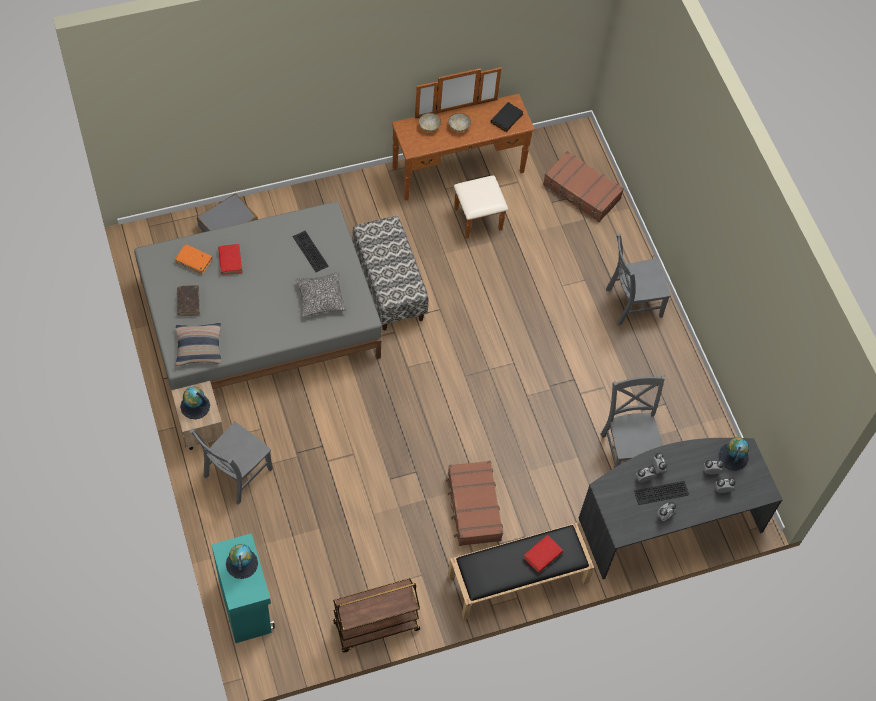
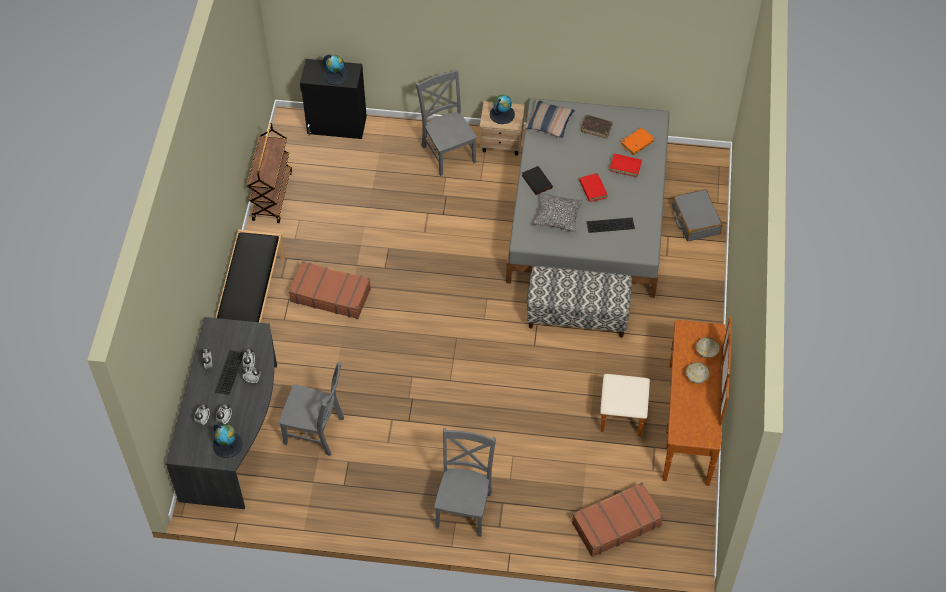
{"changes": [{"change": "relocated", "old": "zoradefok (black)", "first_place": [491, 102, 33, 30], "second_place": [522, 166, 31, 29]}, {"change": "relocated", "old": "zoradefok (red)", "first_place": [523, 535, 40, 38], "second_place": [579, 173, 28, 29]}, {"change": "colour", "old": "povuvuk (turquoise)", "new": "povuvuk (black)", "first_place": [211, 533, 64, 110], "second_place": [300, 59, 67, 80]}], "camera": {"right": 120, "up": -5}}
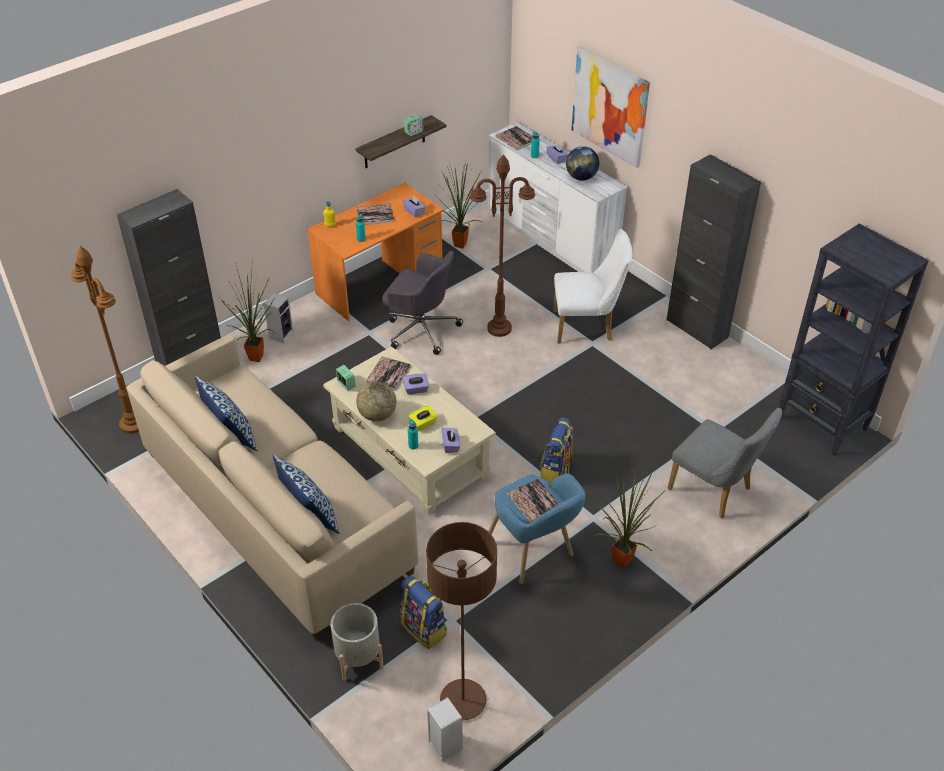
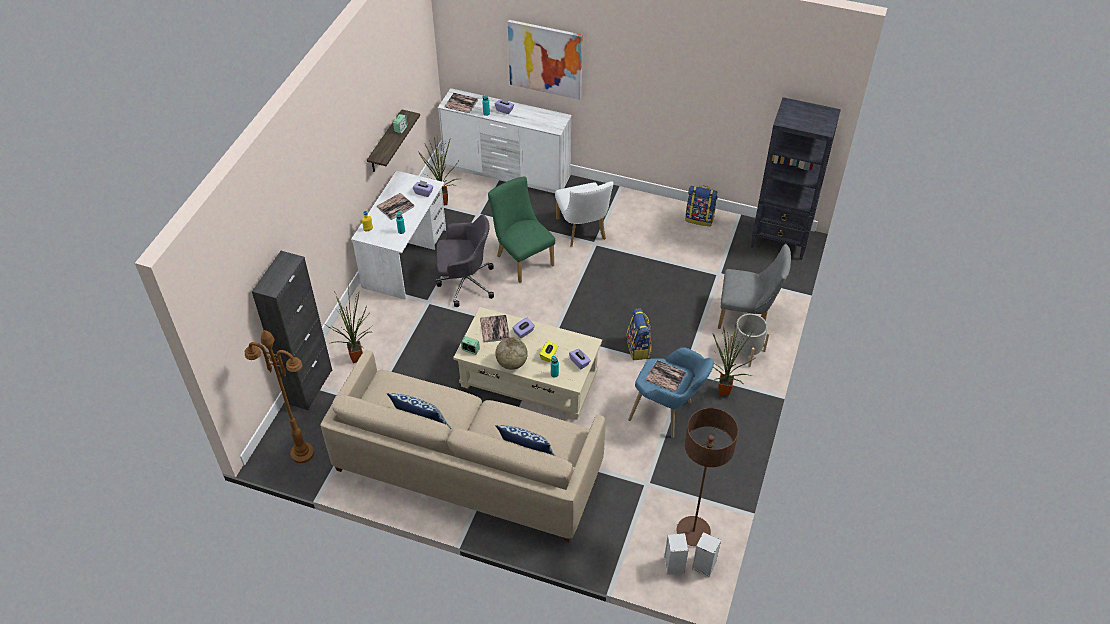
{"changes": [{"change": "missing", "old": "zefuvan", "first_place": [566, 146, 33, 35]}, {"change": "missing", "old": "povuvuk (black)", "first_place": [666, 154, 95, 195]}, {"change": "relocated", "old": "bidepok", "first_place": [264, 293, 30, 50], "second_place": [664, 533, 24, 42]}, {"change": "relocated", "old": "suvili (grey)", "first_place": [330, 603, 54, 78], "second_place": [729, 314, 40, 53]}, {"change": "relocated", "old": "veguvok", "first_place": [400, 576, 47, 73], "second_place": [685, 185, 33, 41]}, {"change": "exchanged", "old": "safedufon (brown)", "new": "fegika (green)", "first_place": [470, 154, 65, 183], "second_place": [488, 177, 67, 106]}, {"change": "colour", "old": "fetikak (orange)", "new": "fetikak (white)", "first_place": [307, 183, 137, 139], "second_place": [351, 171, 95, 129]}, {"change": "spun", "old": "fegika (white)", "first_place": [553, 229, 80, 114], "second_place": [555, 181, 58, 66], "degrees": 105}], "camera": {"right": -30, "up": 5}}
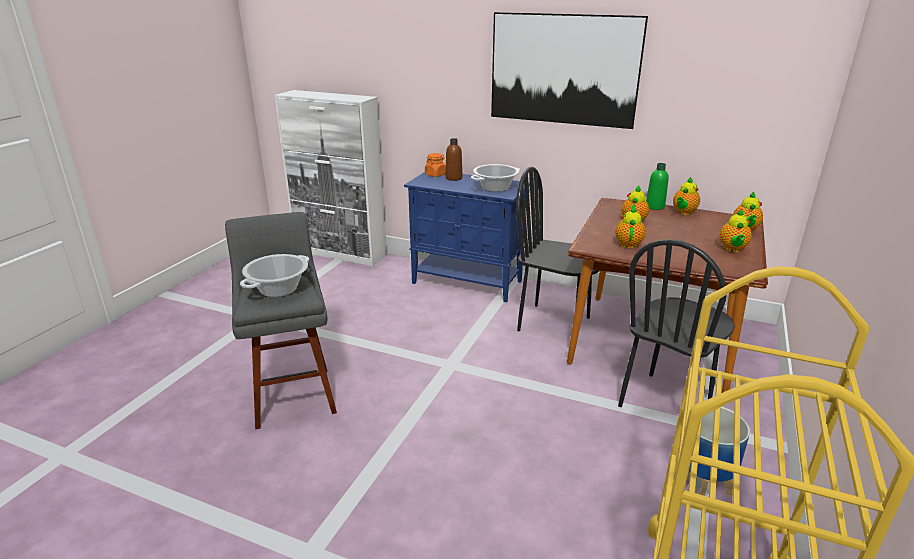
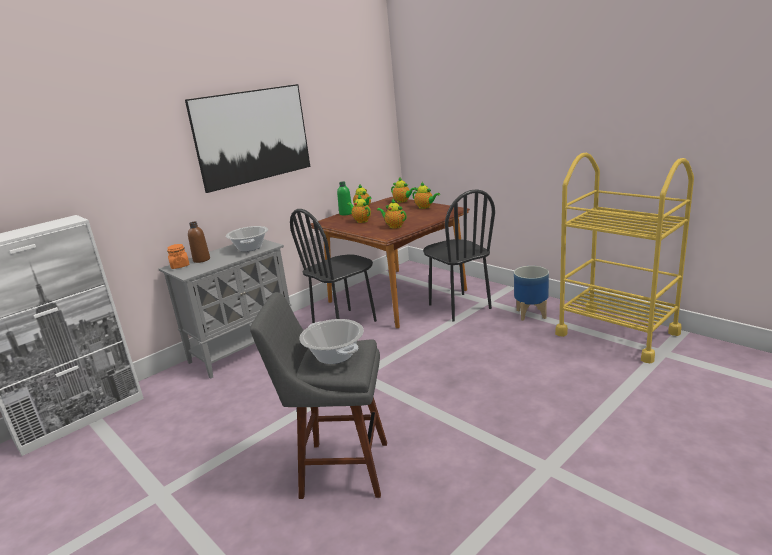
{"changes": [{"change": "colour", "old": "povuvuk (blue)", "new": "povuvuk (grey)", "first_place": [404, 172, 126, 130], "second_place": [159, 239, 132, 140]}], "camera": {"right": -65, "up": -5}}
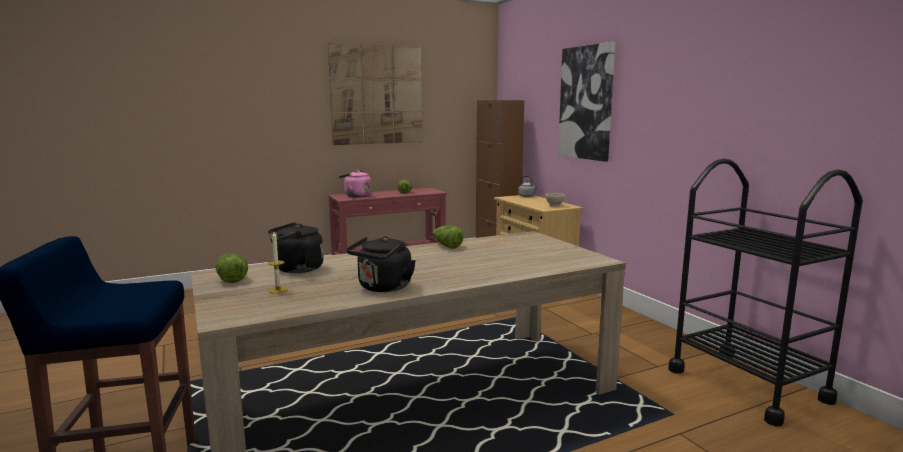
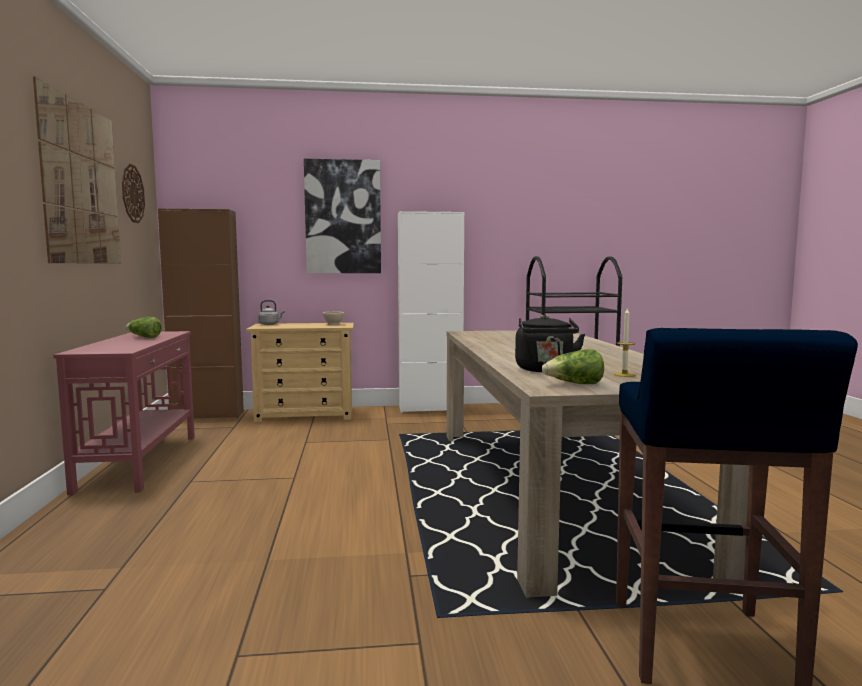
{"changes": [{"change": "missing", "old": "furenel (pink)", "first_place": [339, 170, 32, 27]}, {"change": "missing", "old": "furenel (black)", "first_place": [346, 236, 70, 56]}, {"change": "missing", "old": "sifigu", "first_place": [434, 225, 29, 24]}, {"change": "appeared", "new": "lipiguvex", "second_place": [122, 164, 23, 59]}, {"change": "appeared", "new": "povuvuk (white)", "second_place": [398, 211, 66, 202]}], "camera": {"right": -70, "up": -5}}
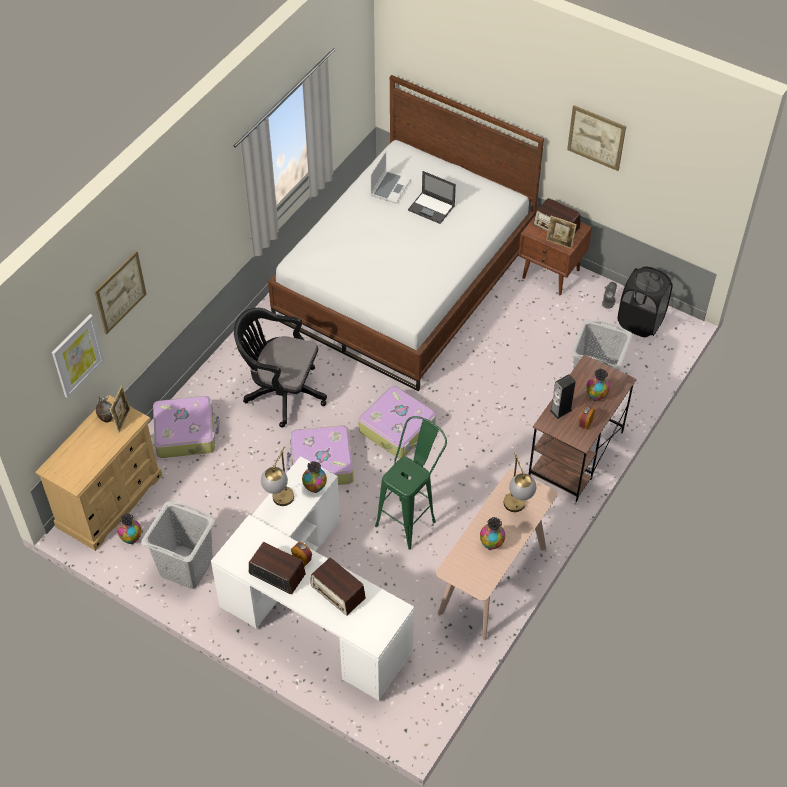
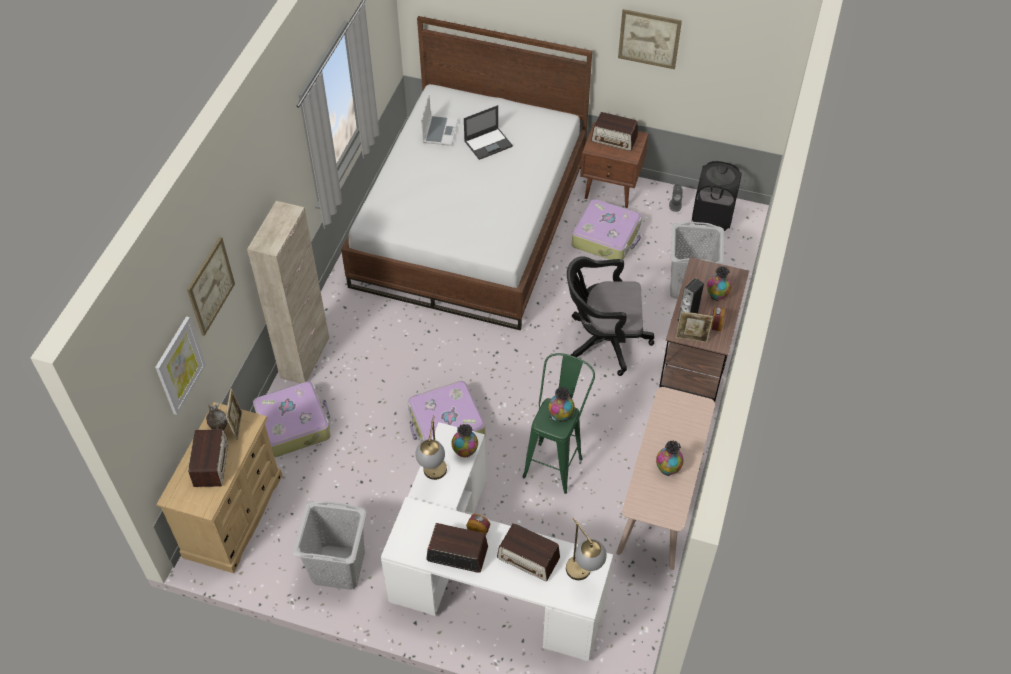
{"changes": [{"change": "appeared", "new": "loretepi", "second_place": [188, 429, 41, 58]}, {"change": "appeared", "new": "povuvuk (beige)", "second_place": [247, 201, 82, 182]}, {"change": "relocated", "old": "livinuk", "first_place": [118, 514, 24, 30], "second_place": [548, 387, 27, 35]}, {"change": "relocated", "old": "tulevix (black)", "first_place": [234, 308, 93, 119], "second_place": [567, 256, 87, 120]}, {"change": "relocated", "old": "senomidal", "first_place": [358, 386, 78, 72], "second_place": [572, 199, 70, 61]}, {"change": "relocated", "old": "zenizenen", "first_place": [504, 452, 32, 60], "second_place": [566, 518, 41, 62]}, {"change": "relocated", "old": "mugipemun", "first_place": [546, 216, 31, 33], "second_place": [676, 311, 37, 32]}, {"change": "spun", "old": "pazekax", "first_place": [408, 171, 48, 53], "second_place": [464, 105, 49, 55], "degrees": -45}], "camera": {"right": -15, "up": 0}}
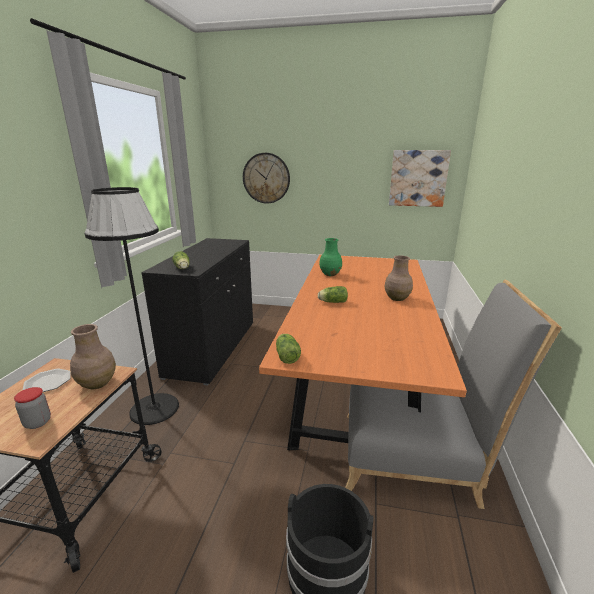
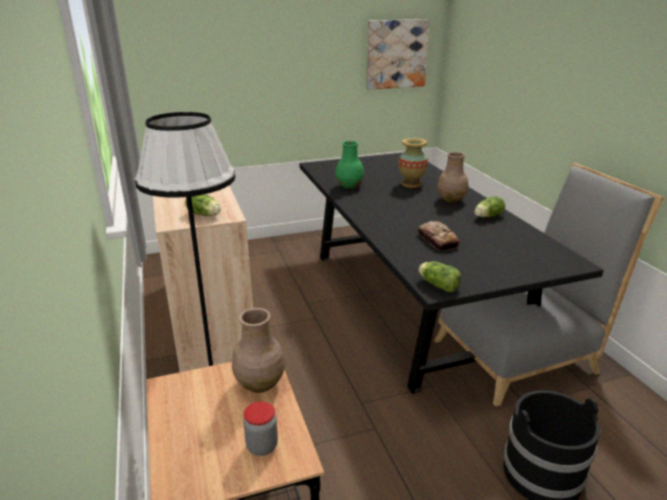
{"changes": [{"change": "missing", "old": "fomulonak", "first_place": [23, 368, 48, 24]}, {"change": "missing", "old": "lipiguvex", "first_place": [243, 153, 47, 51]}, {"change": "appeared", "new": "livinuk", "second_place": [398, 138, 30, 50]}, {"change": "appeared", "new": "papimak", "second_place": [418, 221, 42, 30]}, {"change": "relocated", "old": "sifigu", "first_place": [318, 286, 30, 17], "second_place": [474, 196, 31, 22]}, {"change": "colour", "old": "povuvuk (black)", "new": "povuvuk (beige)", "first_place": [141, 238, 112, 147], "second_place": [153, 185, 100, 187]}, {"change": "colour", "old": "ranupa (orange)", "new": "ranupa (black)", "first_place": [259, 255, 208, 195], "second_place": [300, 153, 304, 241]}], "camera": {"right": -30, "up": 5}}
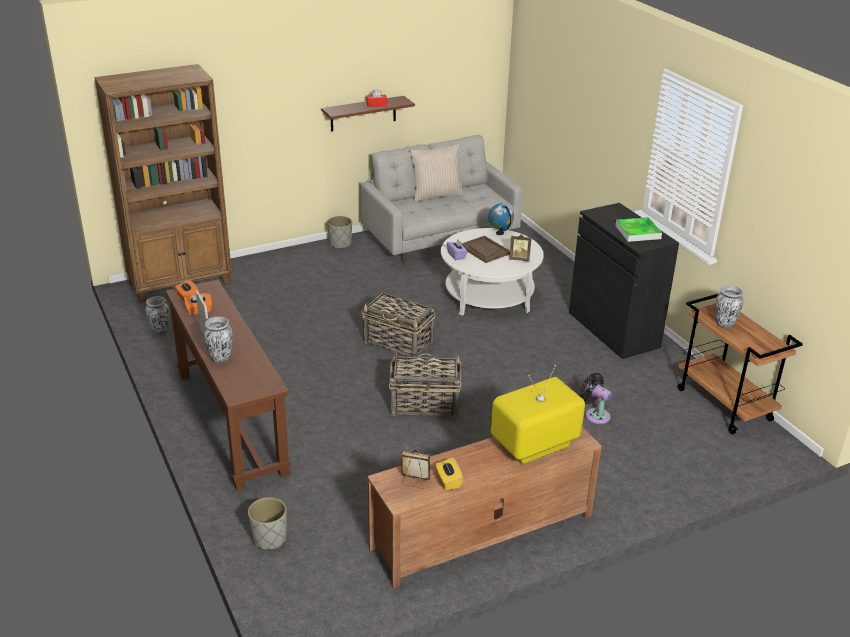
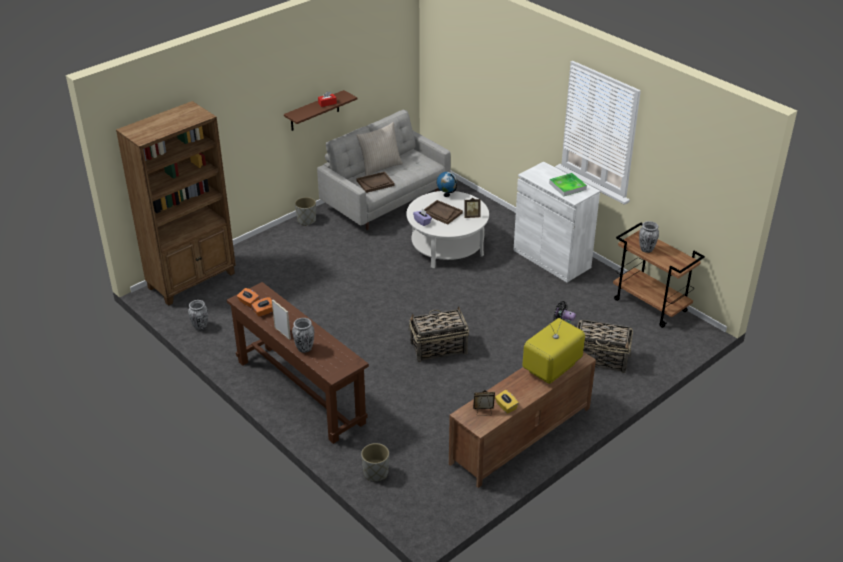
{"changes": [{"change": "appeared", "new": "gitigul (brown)", "second_place": [356, 172, 39, 21]}, {"change": "relocated", "old": "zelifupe", "first_place": [361, 293, 74, 64], "second_place": [577, 320, 56, 53]}, {"change": "colour", "old": "povuvuk (black)", "new": "povuvuk (white)", "first_place": [569, 203, 110, 156], "second_place": [513, 161, 87, 121]}], "camera": {"right": -15, "up": 5}}
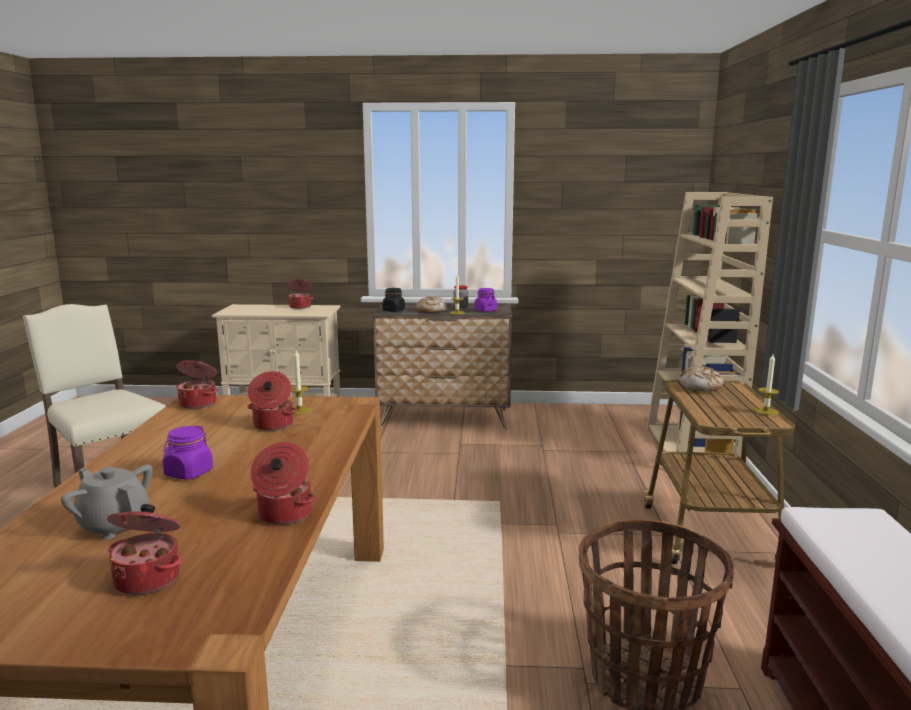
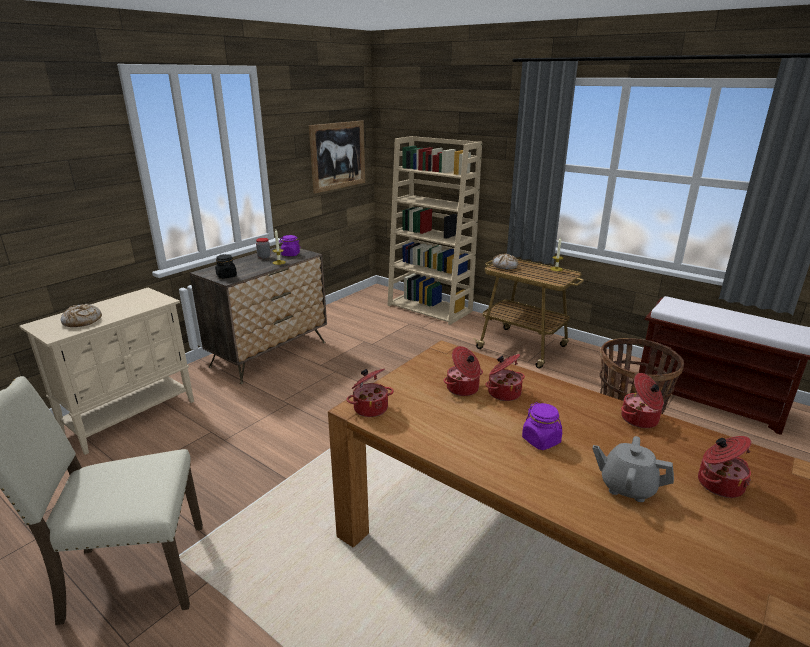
{"changes": [{"change": "missing", "old": "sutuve", "first_place": [291, 350, 21, 65]}, {"change": "appeared", "new": "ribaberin", "second_place": [309, 121, 56, 73]}, {"change": "relocated", "old": "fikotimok", "first_place": [286, 279, 28, 30], "second_place": [485, 354, 40, 47]}, {"change": "relocated", "old": "papimak", "first_place": [416, 296, 32, 17], "second_place": [61, 304, 41, 23]}, {"change": "spun", "old": "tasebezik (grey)", "first_place": [61, 465, 92, 75], "second_place": [592, 436, 82, 66], "degrees": 45}], "camera": {"right": -55, "up": 10}}
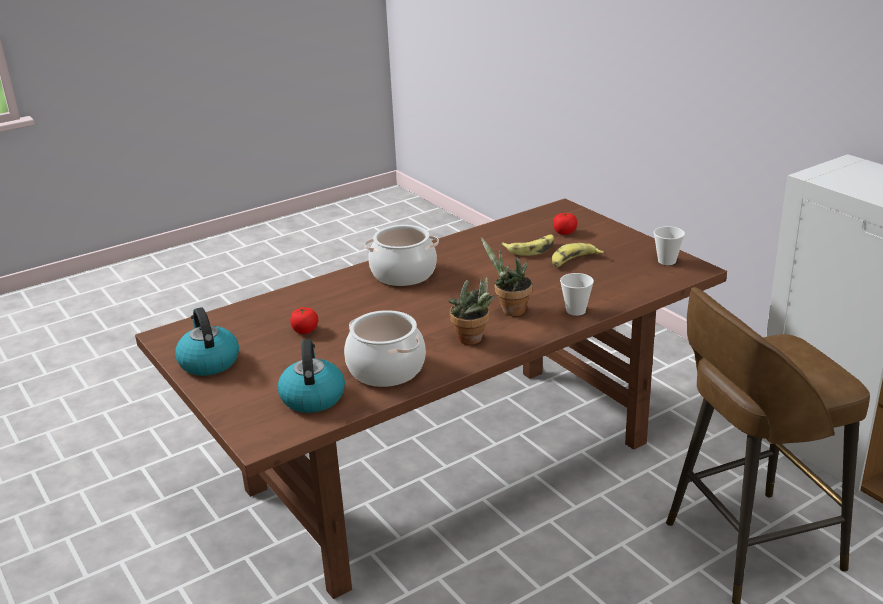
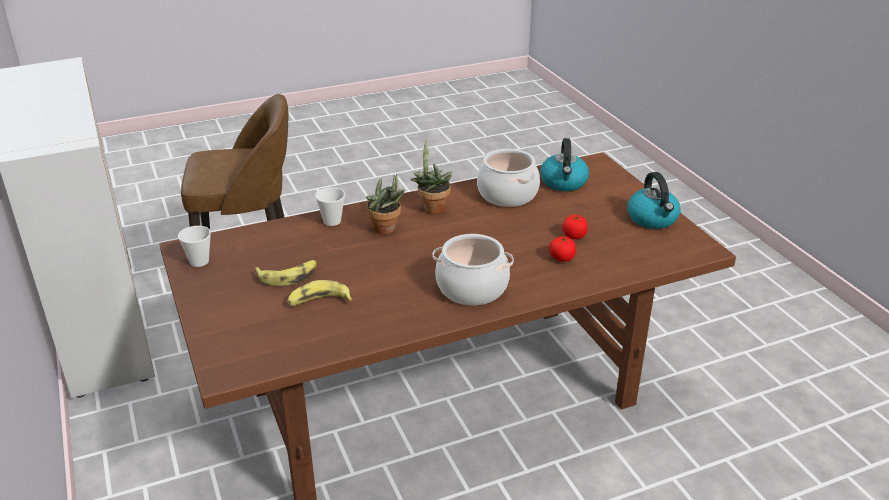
{"changes": [{"change": "relocated", "old": "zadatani", "first_place": [553, 213, 25, 22], "second_place": [549, 236, 27, 26]}], "camera": {"right": -170, "up": 5}}
